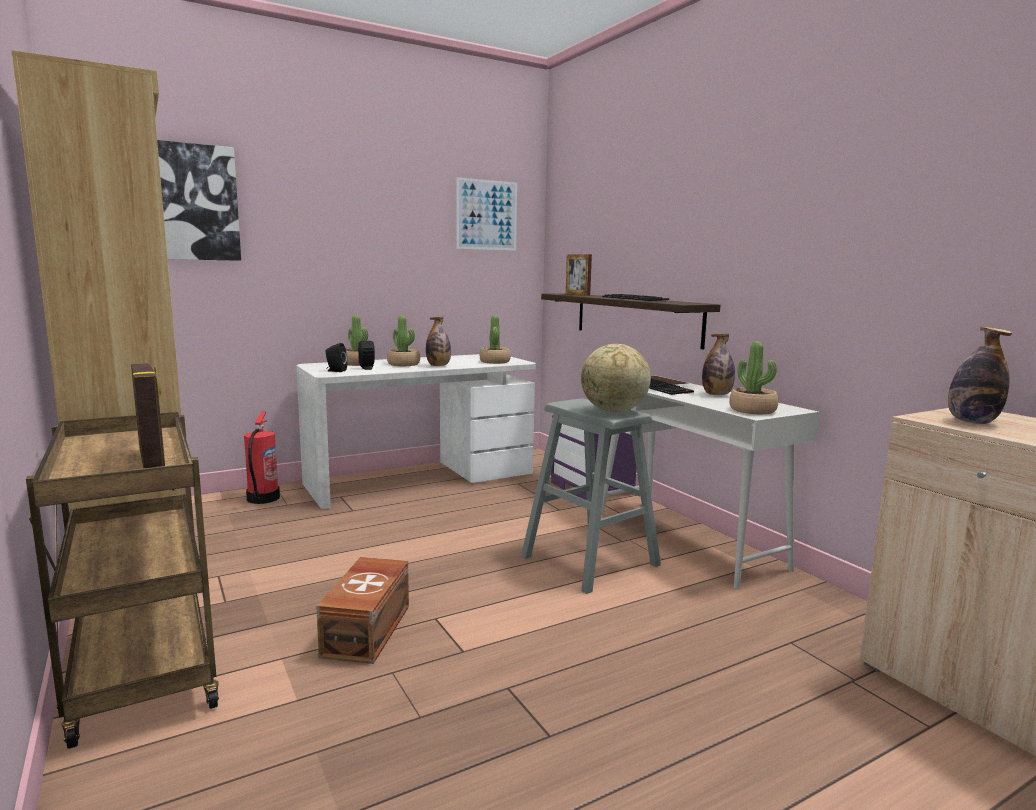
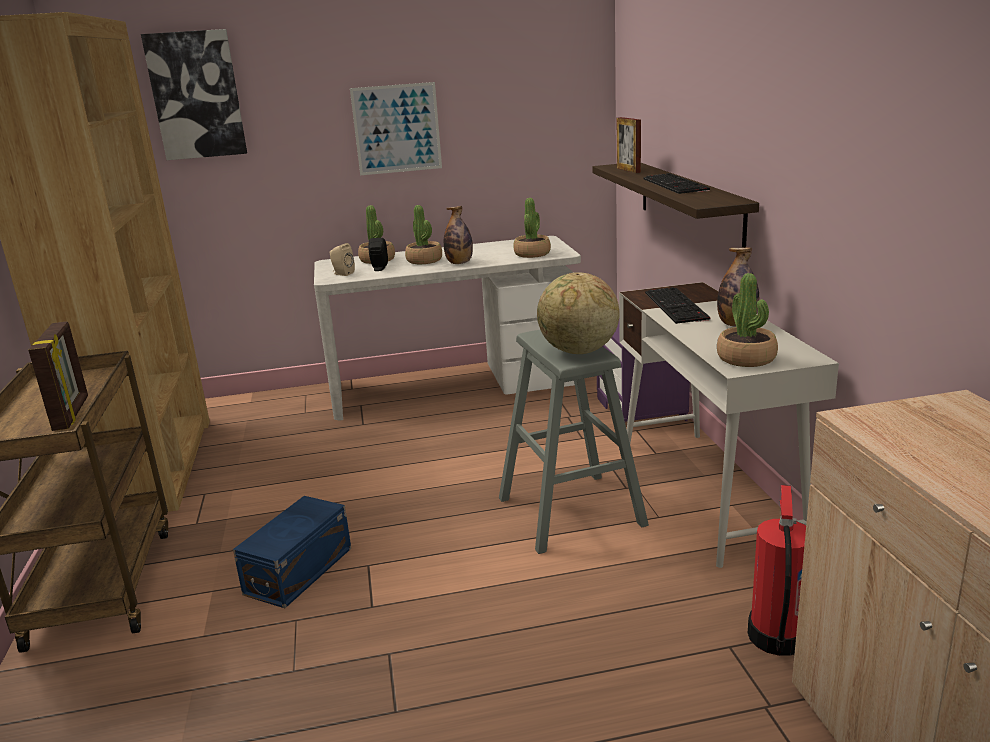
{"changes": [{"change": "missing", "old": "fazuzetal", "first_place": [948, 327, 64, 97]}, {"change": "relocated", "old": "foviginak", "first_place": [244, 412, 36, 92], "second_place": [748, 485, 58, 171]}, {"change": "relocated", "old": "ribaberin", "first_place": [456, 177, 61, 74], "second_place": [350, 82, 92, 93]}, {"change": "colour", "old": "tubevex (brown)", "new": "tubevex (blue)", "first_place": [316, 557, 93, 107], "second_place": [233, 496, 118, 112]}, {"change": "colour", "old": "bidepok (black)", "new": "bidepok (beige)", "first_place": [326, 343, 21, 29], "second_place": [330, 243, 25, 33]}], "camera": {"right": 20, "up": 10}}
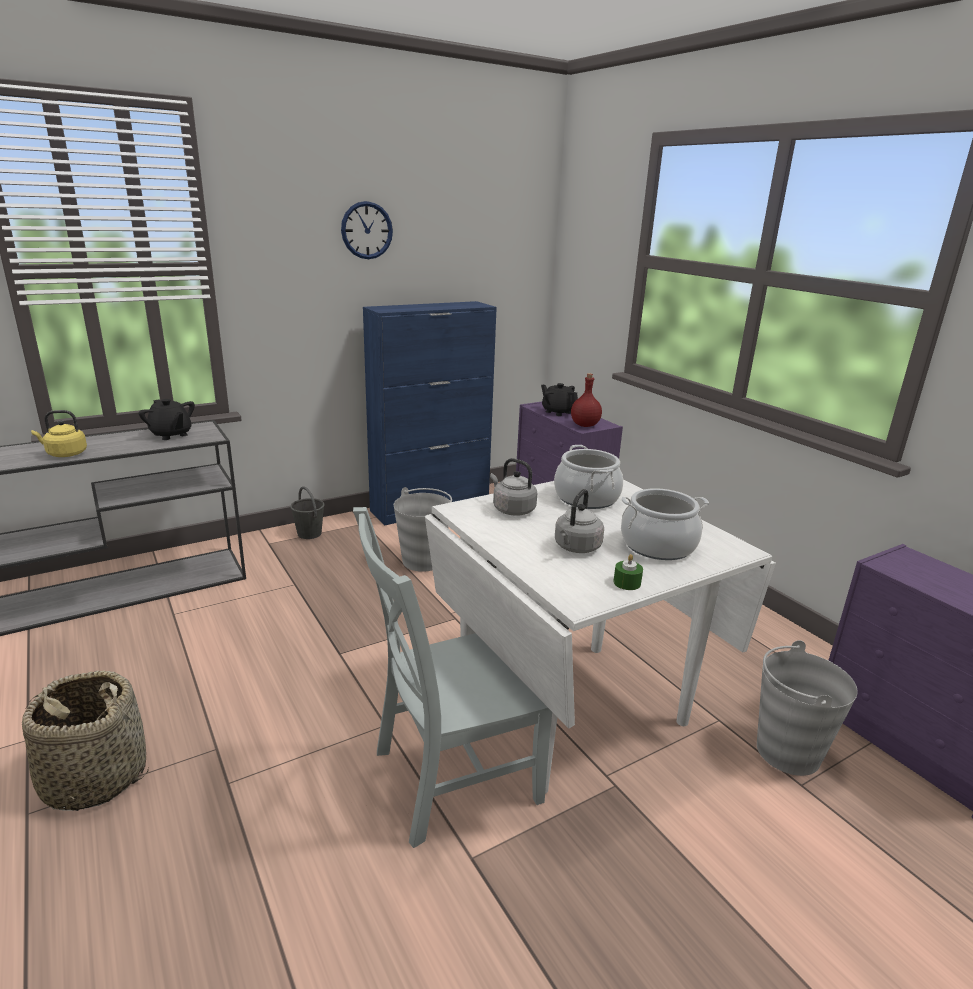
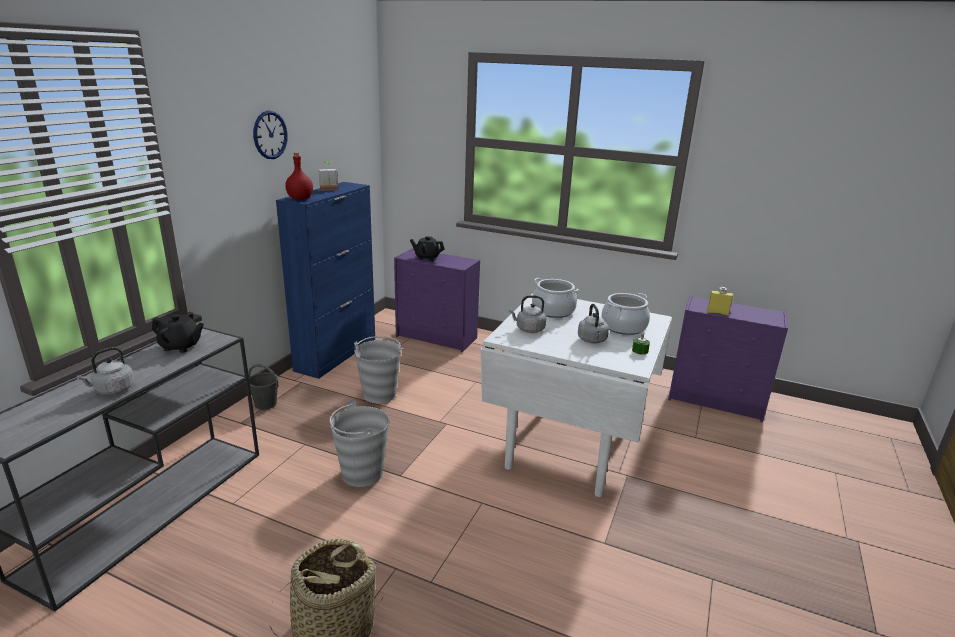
{"changes": [{"change": "missing", "old": "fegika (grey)", "first_place": [353, 507, 199, 341]}, {"change": "appeared", "new": "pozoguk", "second_place": [319, 158, 19, 33]}, {"change": "appeared", "new": "fazuzetal (yellow)", "second_place": [707, 287, 26, 29]}, {"change": "relocated", "old": "fazuzetal (red)", "first_place": [571, 373, 31, 54], "second_place": [285, 152, 28, 48]}, {"change": "relocated", "old": "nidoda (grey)", "first_place": [757, 640, 101, 136], "second_place": [330, 400, 59, 87]}, {"change": "colour", "old": "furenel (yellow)", "new": "furenel (grey)", "first_place": [31, 410, 56, 47], "second_place": [77, 347, 58, 48]}], "camera": {"right": -35, "up": 0}}
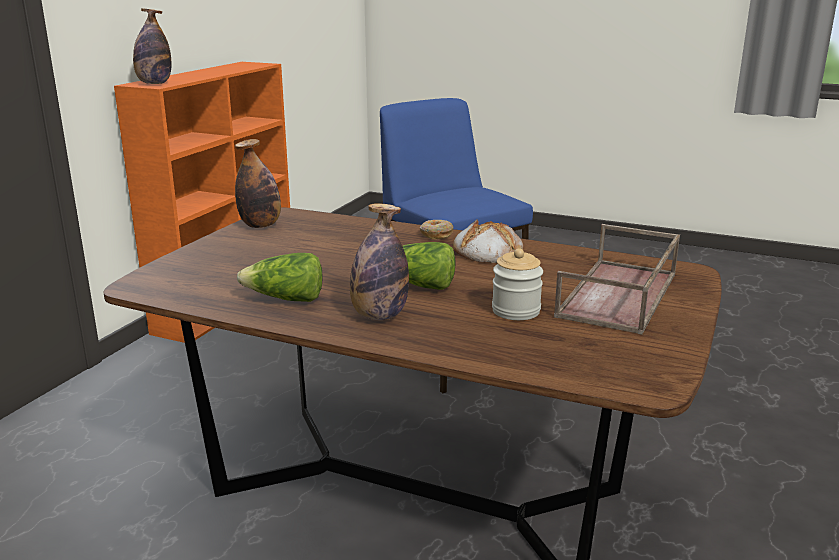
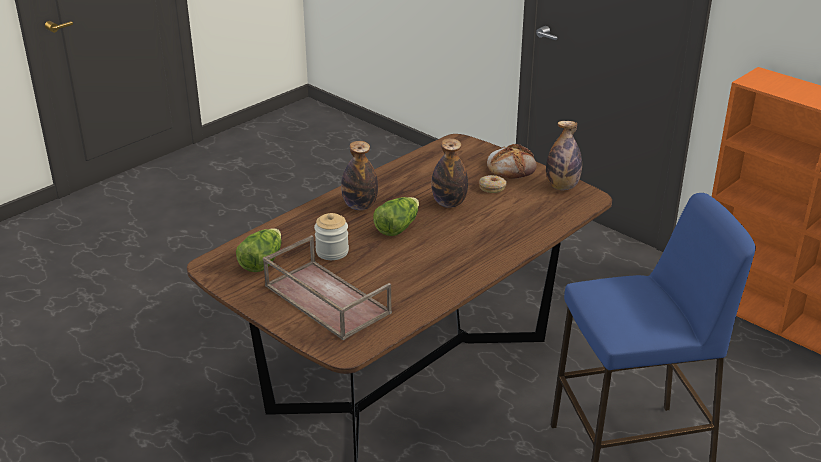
{"changes": [{"change": "relocated", "old": "fazuzetal", "first_place": [133, 8, 39, 76], "second_place": [431, 138, 37, 70]}, {"change": "relocated", "old": "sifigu", "first_place": [237, 253, 85, 49], "second_place": [236, 228, 46, 44]}, {"change": "relocated", "old": "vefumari", "first_place": [420, 220, 33, 19], "second_place": [479, 175, 28, 18]}, {"change": "relocated", "old": "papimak", "first_place": [453, 219, 71, 44], "second_place": [487, 144, 50, 35]}], "camera": {"right": 110, "up": 10}}
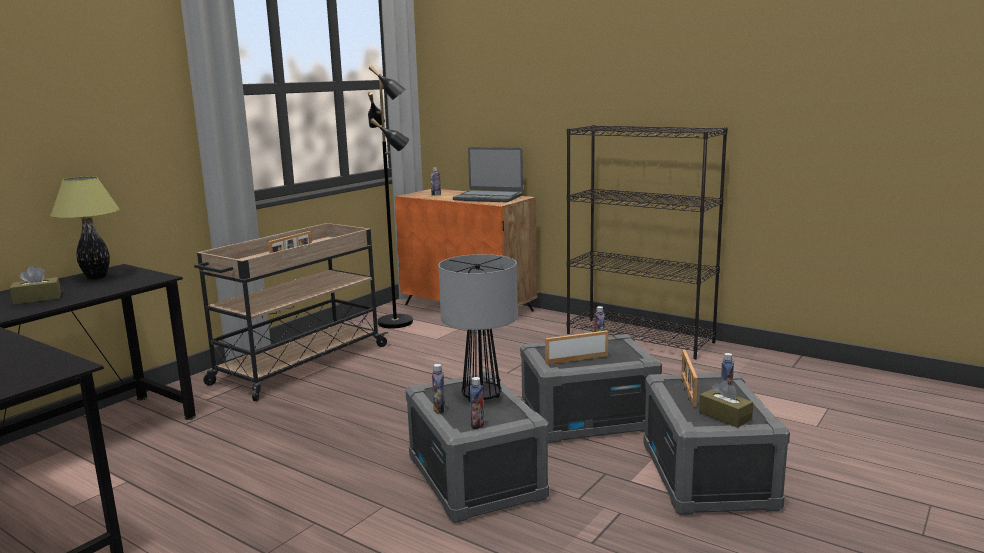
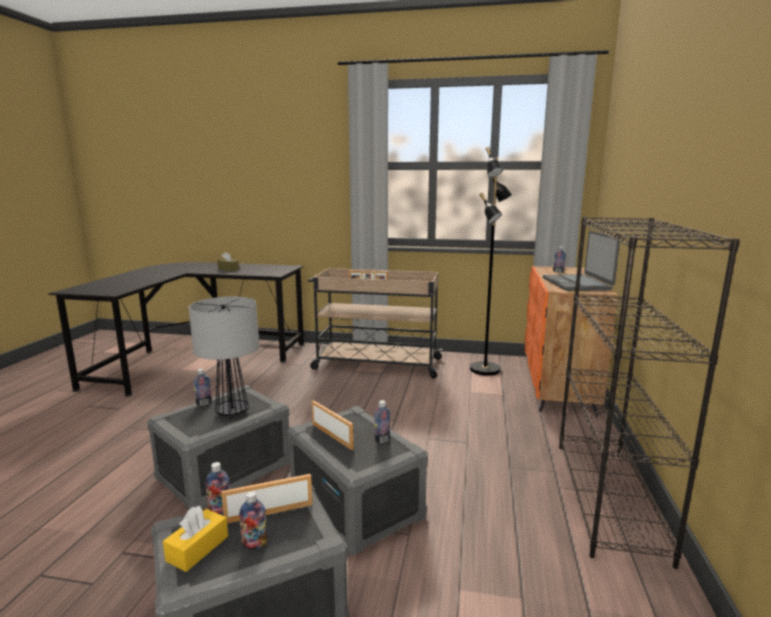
{"changes": [{"change": "missing", "old": "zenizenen", "first_place": [50, 176, 70, 104]}, {"change": "relocated", "old": "fazuzetal", "first_place": [470, 377, 14, 52], "second_place": [205, 462, 25, 53]}, {"change": "colour", "old": "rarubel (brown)", "new": "rarubel (yellow)", "first_place": [699, 380, 54, 48], "second_place": [163, 506, 65, 66]}], "camera": {"right": 65, "up": 0}}
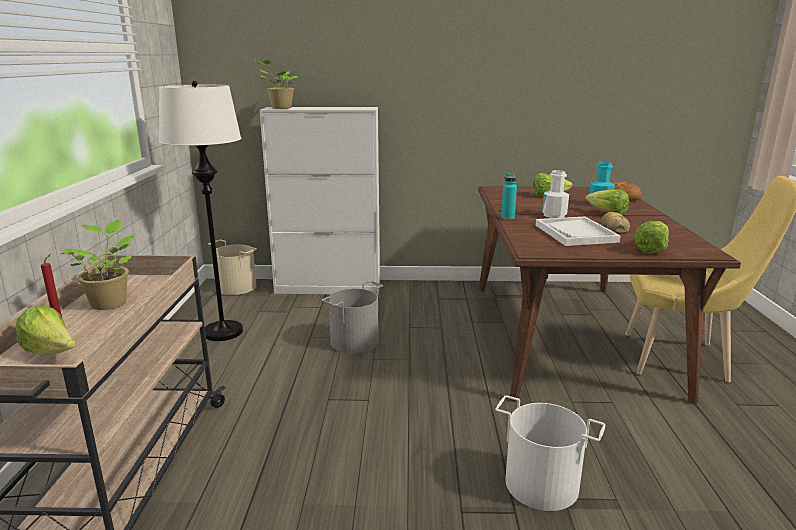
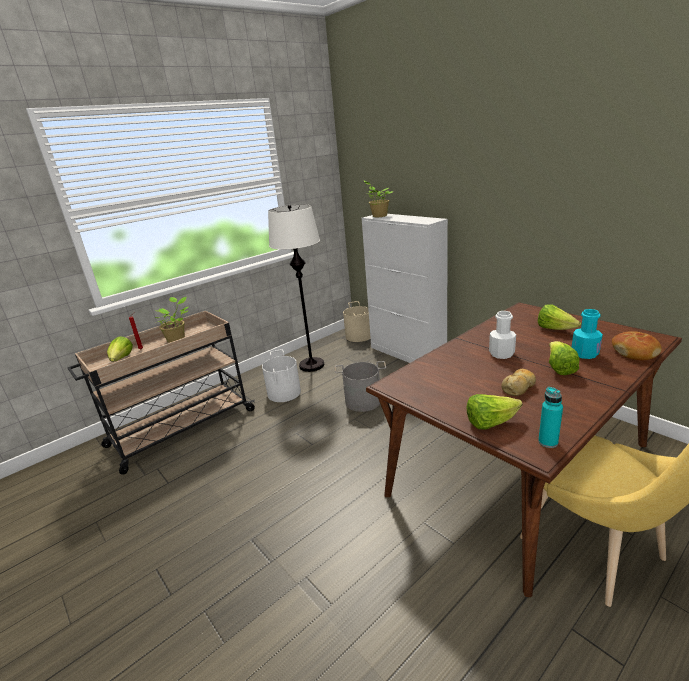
{"changes": [{"change": "missing", "old": "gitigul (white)", "first_place": [536, 217, 85, 29]}, {"change": "relocated", "old": "nidoda (white)", "first_place": [495, 395, 111, 116], "second_place": [262, 349, 39, 53]}, {"change": "relocated", "old": "fazuzetal (turquoise)", "first_place": [501, 173, 16, 46], "second_place": [538, 387, 25, 61]}], "camera": {"right": 50, "up": 5}}
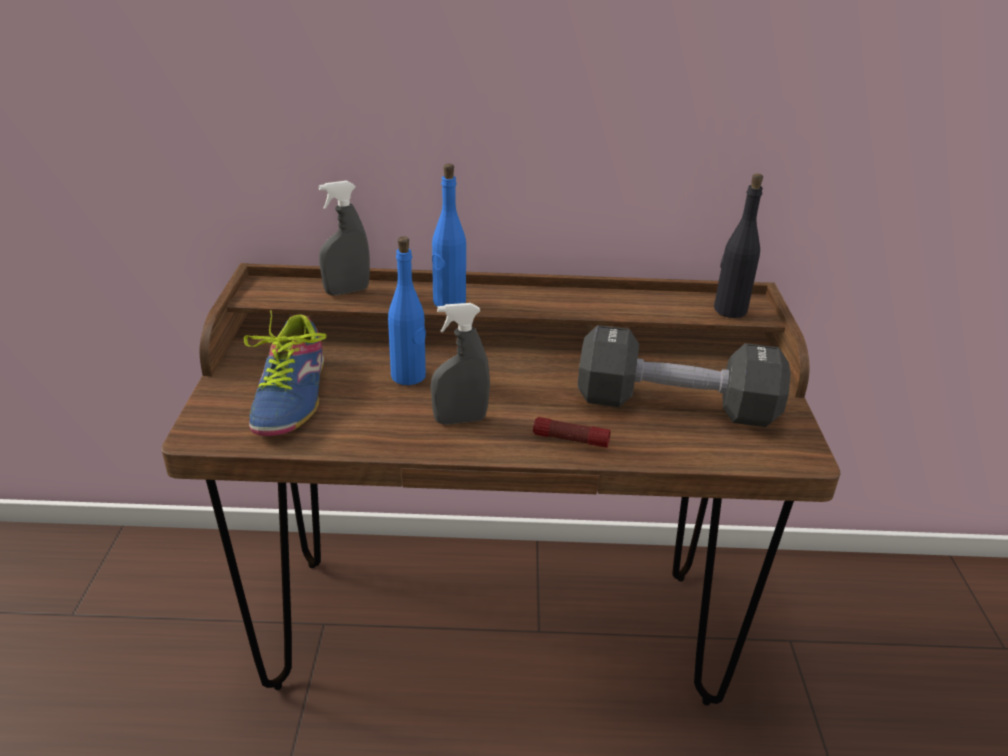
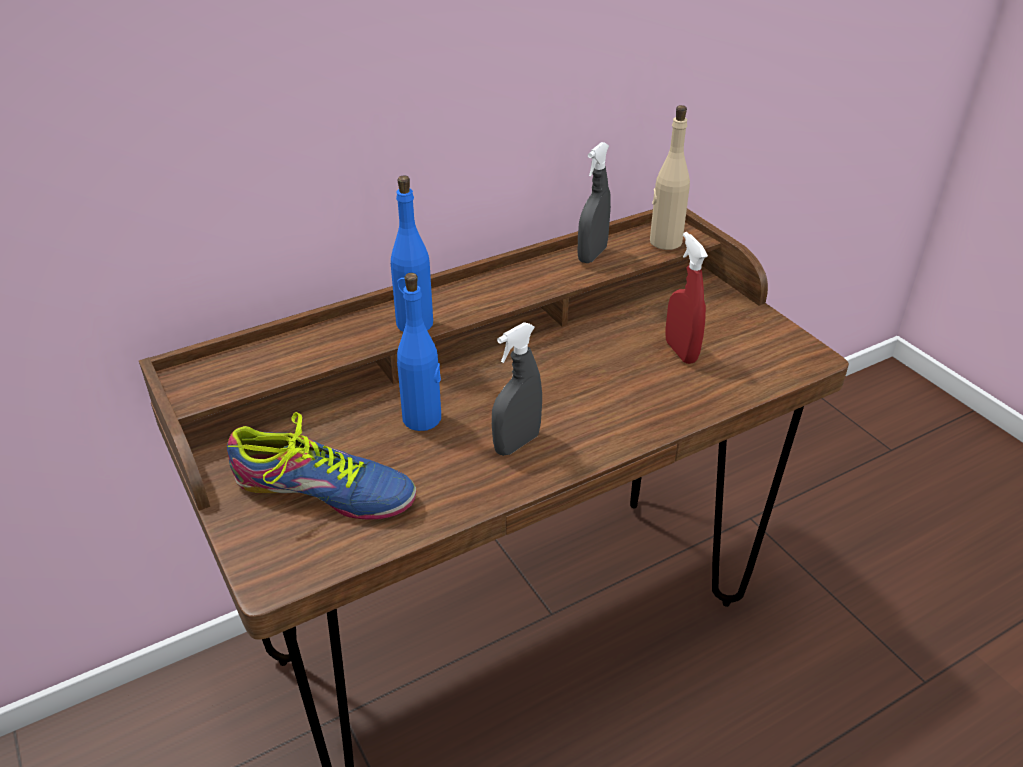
{"changes": [{"change": "missing", "old": "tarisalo", "first_place": [533, 417, 78, 31]}, {"change": "relocated", "old": "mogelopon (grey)", "first_place": [319, 181, 51, 114], "second_place": [578, 142, 33, 121]}, {"change": "exchanged", "old": "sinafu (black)", "new": "mogelopon (red)", "first_place": [578, 325, 213, 102], "second_place": [665, 232, 43, 132]}, {"change": "colour", "old": "fazuzetal (black)", "new": "fazuzetal (beige)", "first_place": [714, 173, 49, 145], "second_place": [650, 105, 40, 145]}, {"change": "spun", "old": "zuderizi", "first_place": [244, 311, 83, 125], "second_place": [227, 412, 190, 108], "degrees": -45}], "camera": {"right": -30, "up": 5}}
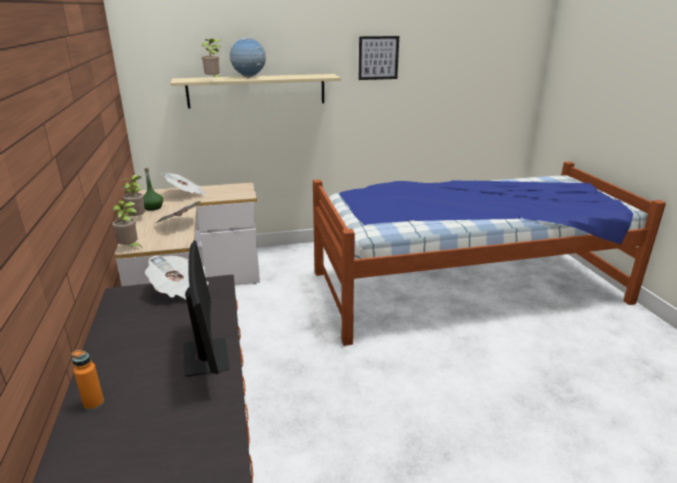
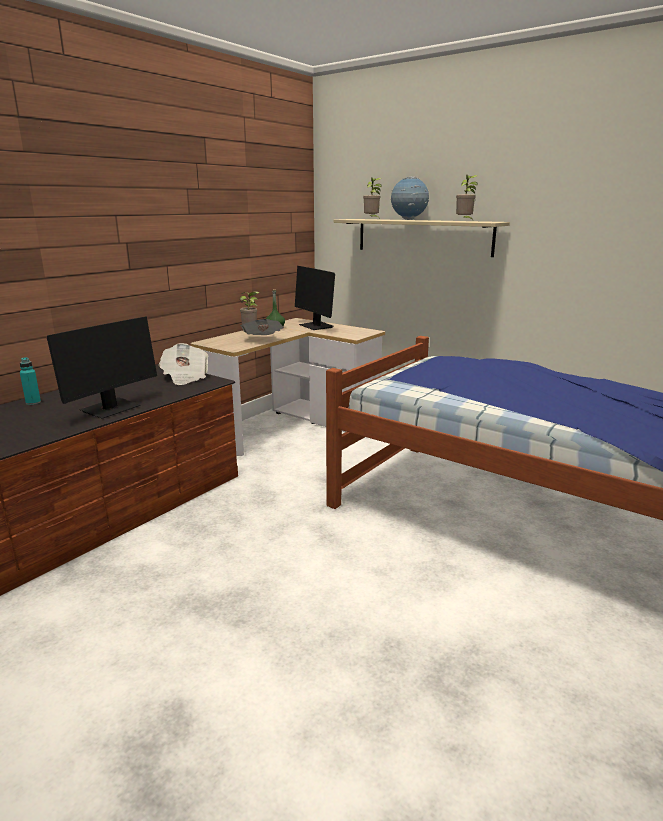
{"changes": [{"change": "missing", "old": "ribaberin", "first_place": [359, 36, 40, 44]}, {"change": "relocated", "old": "pozoguk", "first_place": [112, 201, 30, 46], "second_place": [456, 175, 22, 45]}, {"change": "exchanged", "old": "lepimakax", "new": "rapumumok", "first_place": [161, 173, 46, 22], "second_place": [295, 266, 40, 64]}, {"change": "colour", "old": "fazuzetal (orange)", "new": "fazuzetal (turquoise)", "first_place": [72, 350, 32, 61], "second_place": [20, 357, 21, 48]}], "camera": {"right": 50, "up": -5}}
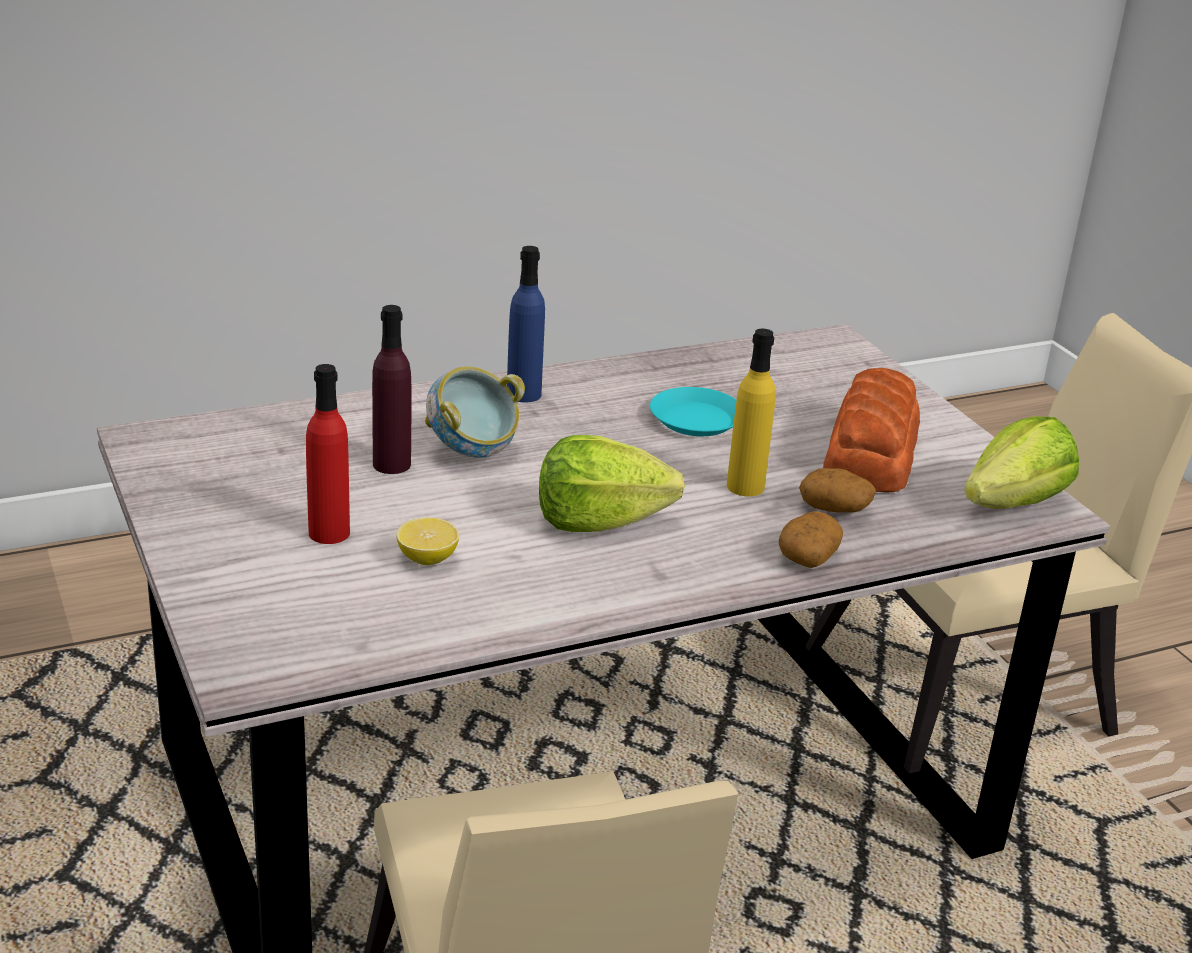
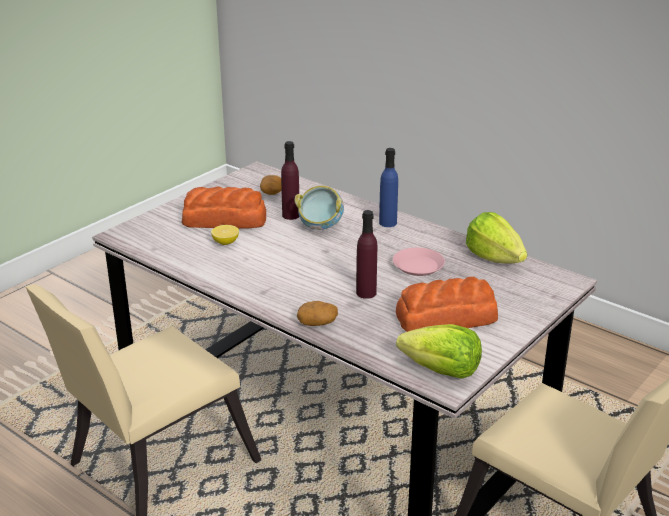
{"changes": [{"change": "relocated", "old": "sifigu", "first_place": [539, 435, 146, 97], "second_place": [466, 212, 61, 52]}, {"change": "relocated", "old": "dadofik", "first_place": [799, 468, 77, 45], "second_place": [260, 175, 21, 20]}, {"change": "exchanged", "old": "fazuzetal (red)", "new": "papimak", "first_place": [306, 364, 44, 180], "second_place": [182, 187, 84, 42]}, {"change": "colour", "old": "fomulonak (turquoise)", "new": "fomulonak (pink)", "first_place": [650, 387, 87, 49], "second_place": [393, 248, 52, 28]}, {"change": "colour", "old": "fazuzetal (yellow)", "new": "fazuzetal (purple)", "first_place": [727, 328, 49, 169], "second_place": [356, 210, 21, 89]}], "camera": {"right": 65, "up": 0}}
